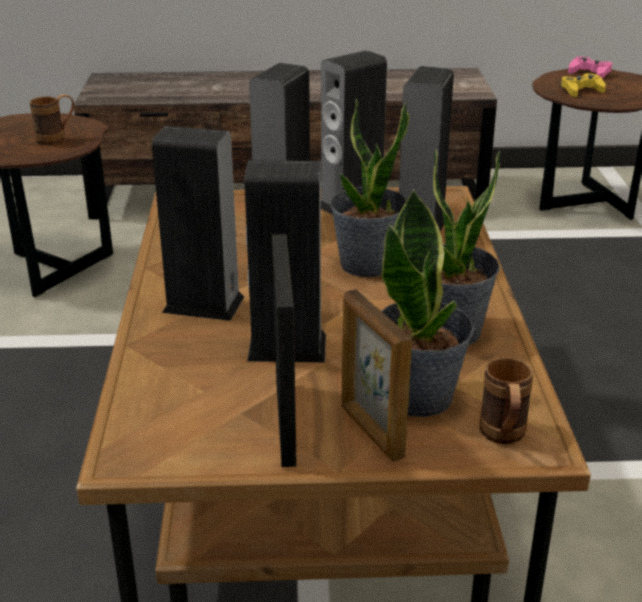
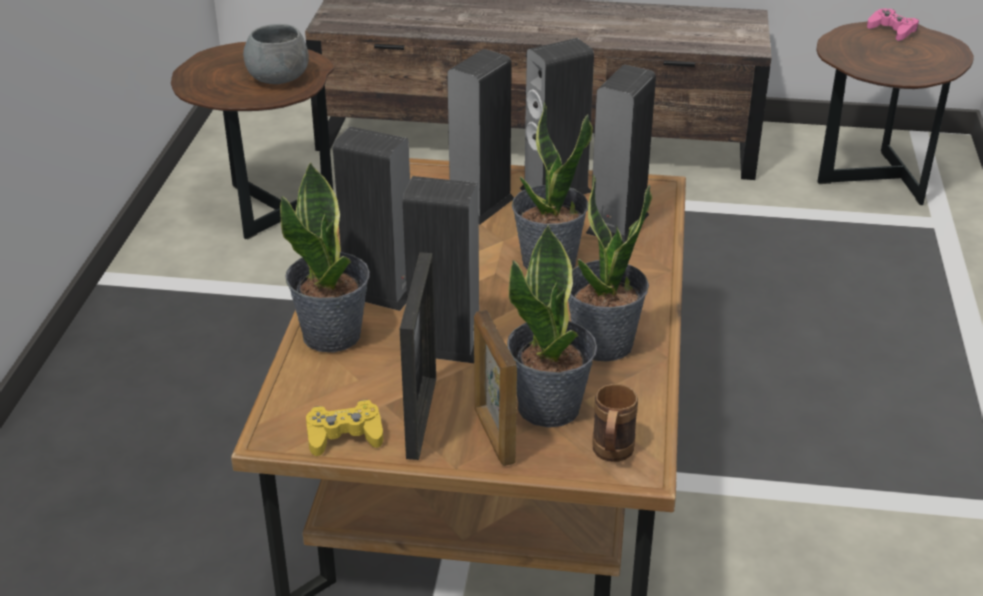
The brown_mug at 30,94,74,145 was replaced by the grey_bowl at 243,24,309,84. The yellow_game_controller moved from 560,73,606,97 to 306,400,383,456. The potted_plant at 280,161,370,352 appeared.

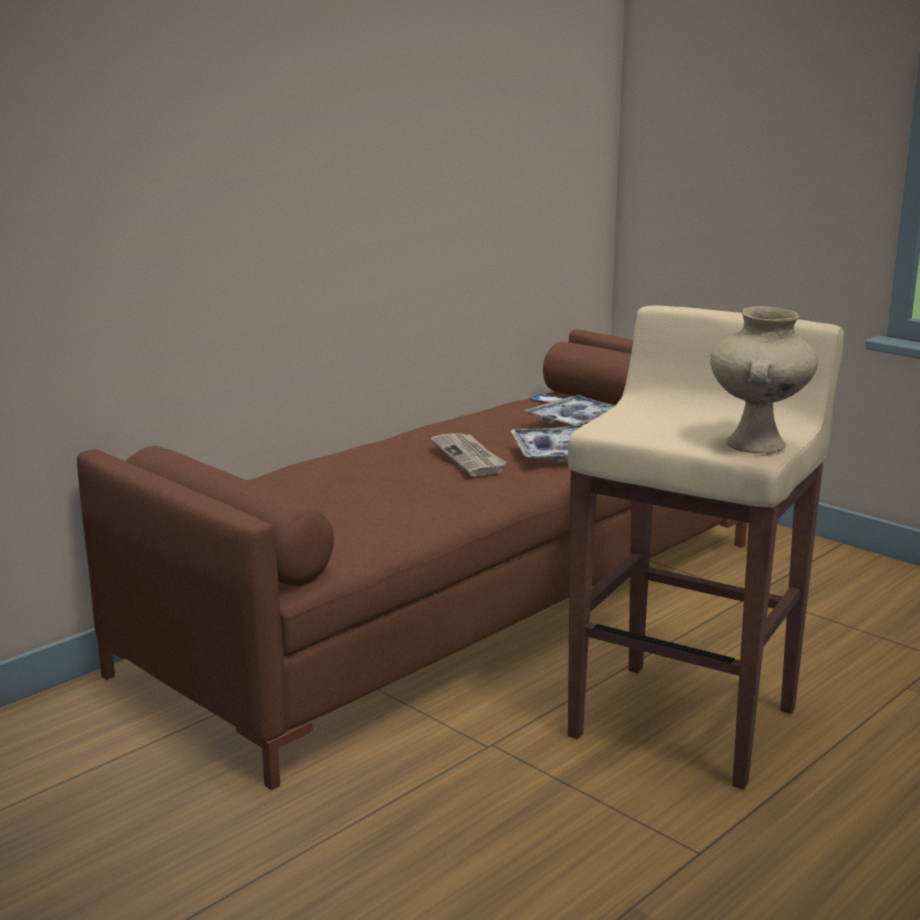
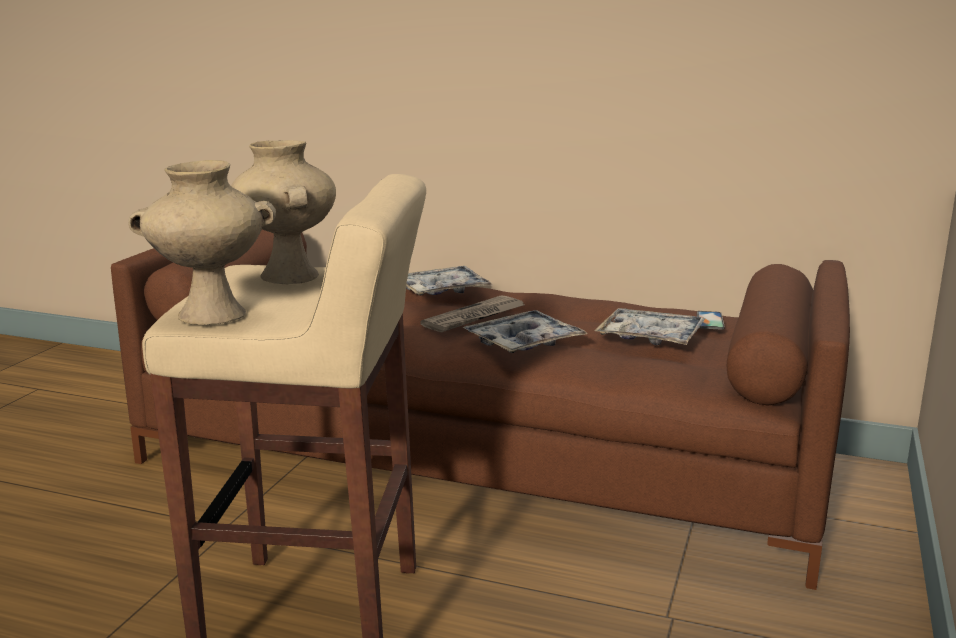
The beige_vase at 231,140,336,284 appeared. The tray at 406,266,492,296 appeared.

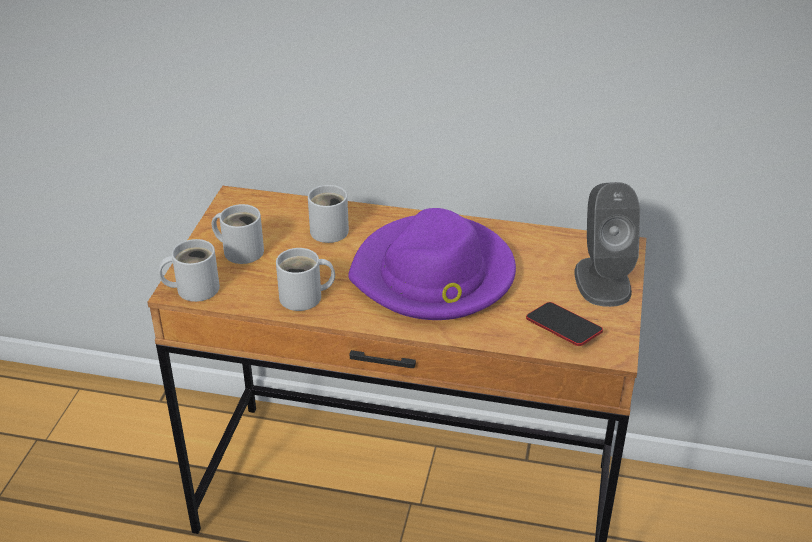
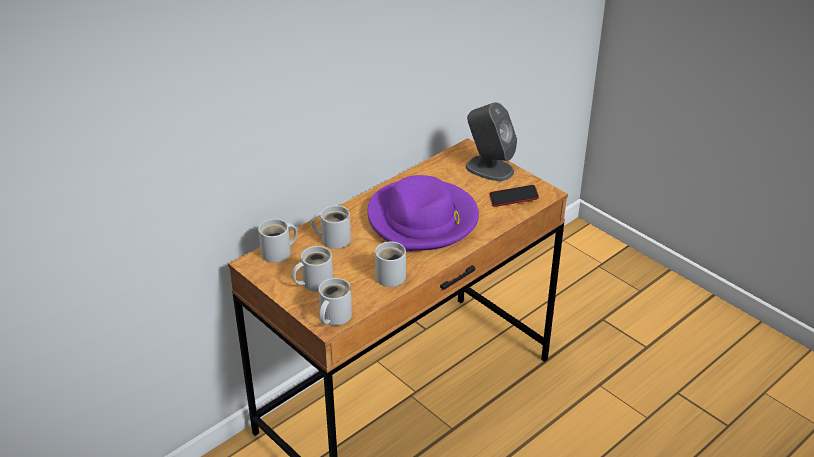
The white_mug at 258,219,297,263 appeared.

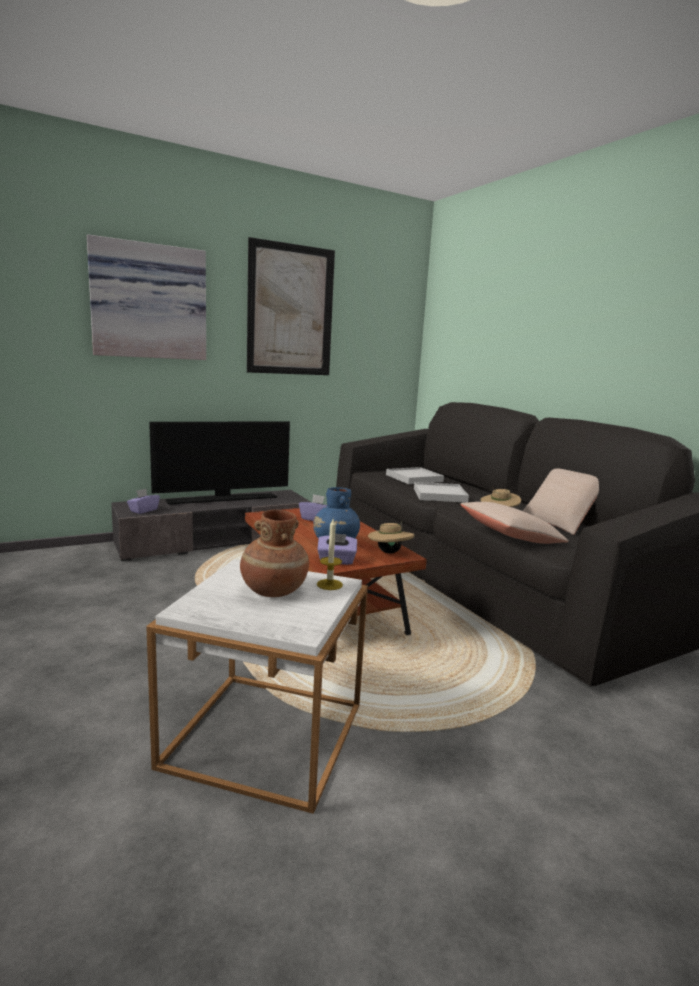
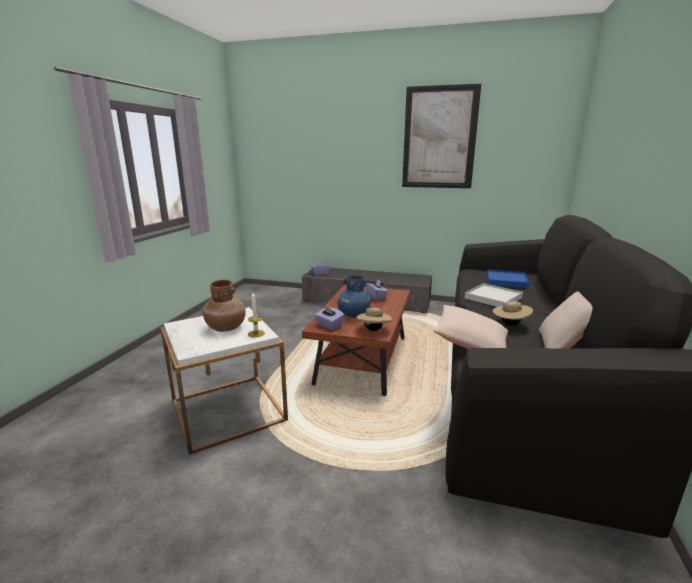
The picture at 87,234,206,360 disappeared. The television at 149,422,290,505 disappeared. The white_tray at 386,467,444,484 became the blue_tray at 487,270,529,288.

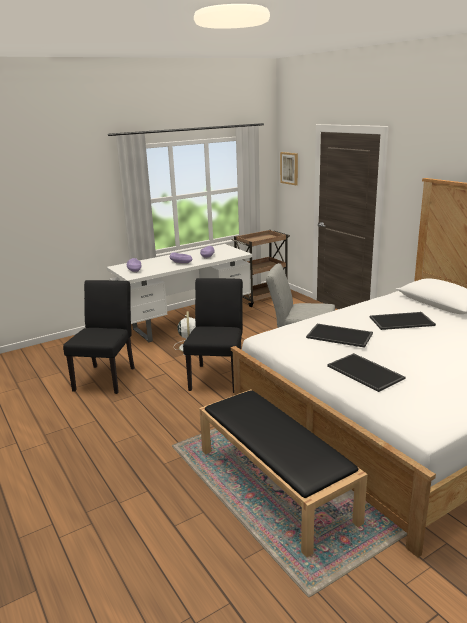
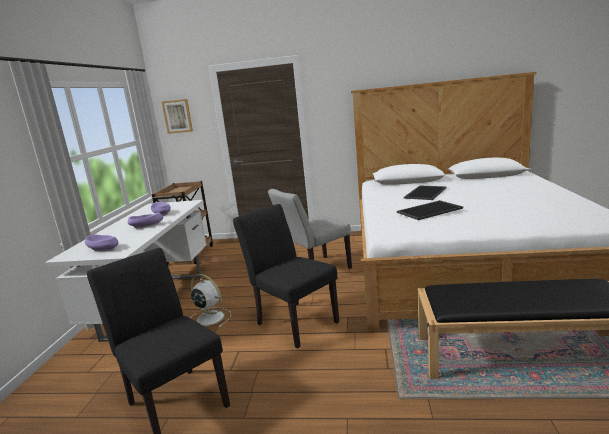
The tray at 327,353,406,392 disappeared.

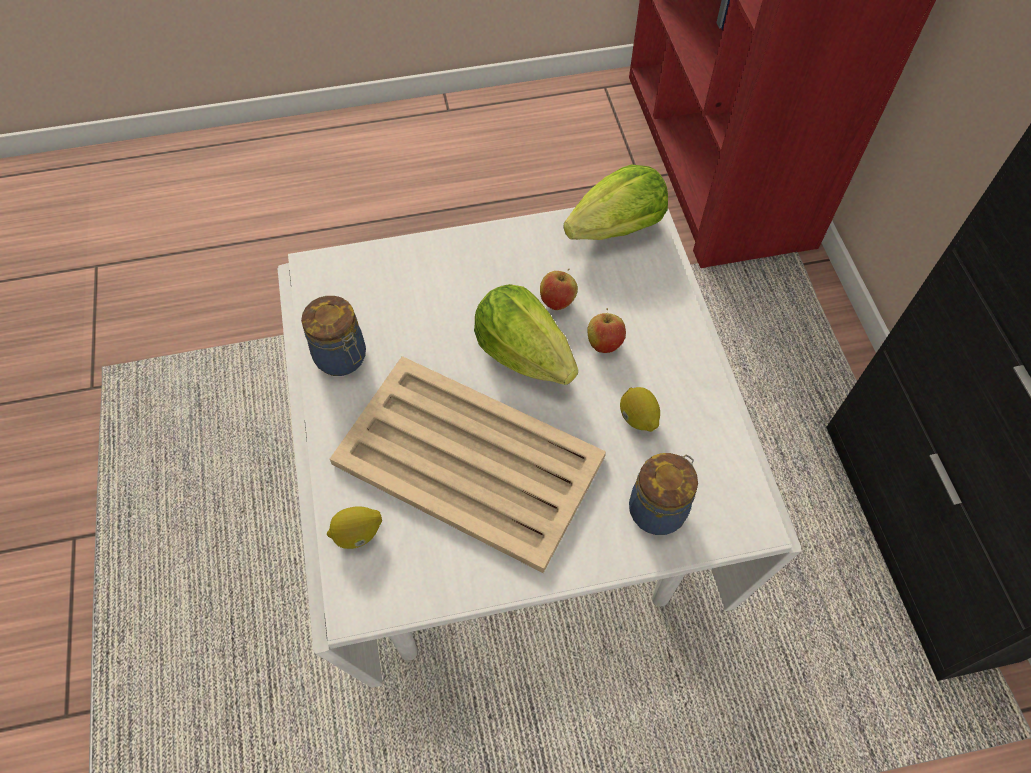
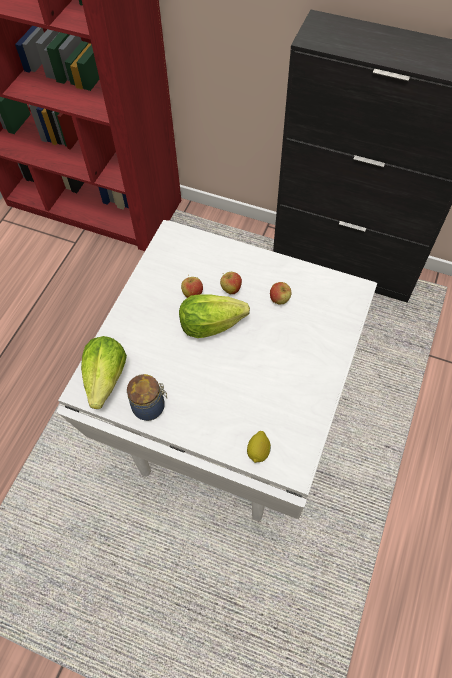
The beige_tray at 330,356,606,573 disappeared. The lettuce moved from 563,165,668,240 to 81,336,127,409. The lemon at 620,387,660,432 was replaced by the apple at 270,282,291,304. The jar at 629,453,698,535 disappeared.

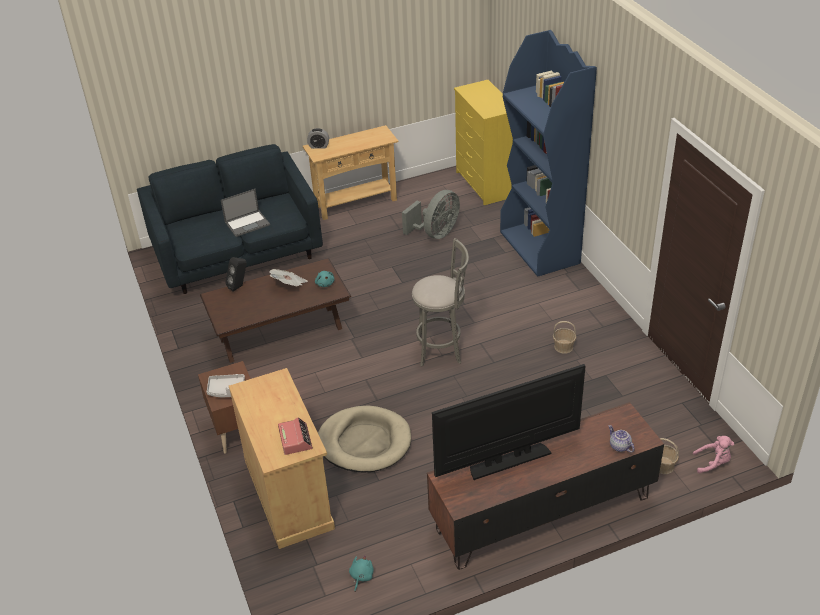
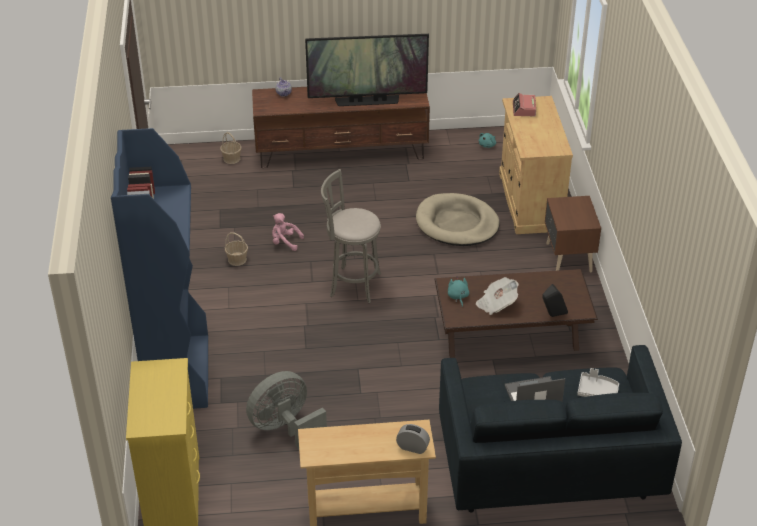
The grey_tray moved from 207,374,245,397 to 577,368,619,397. The pink_plush_toy moved from 693,436,734,474 to 272,213,304,251.

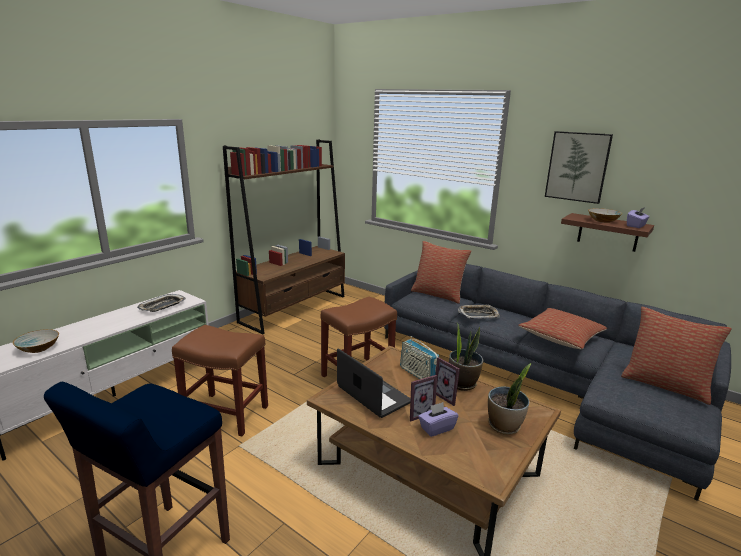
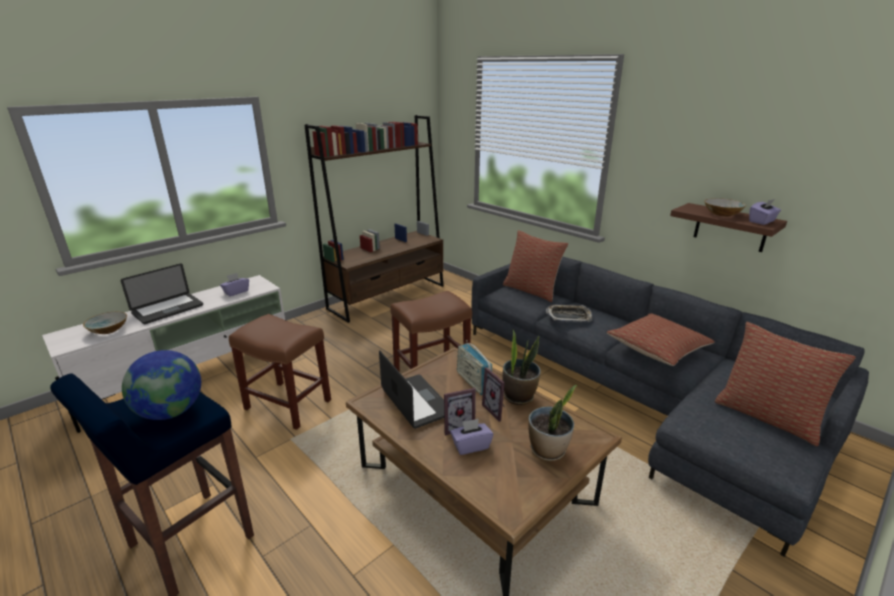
The tray at 137,294,186,312 was replaced by the purple_tissue_box at 220,273,249,296. The picture at 545,131,613,204 disappeared. The laptop at 120,263,203,324 appeared. The globe at 122,350,201,420 appeared.

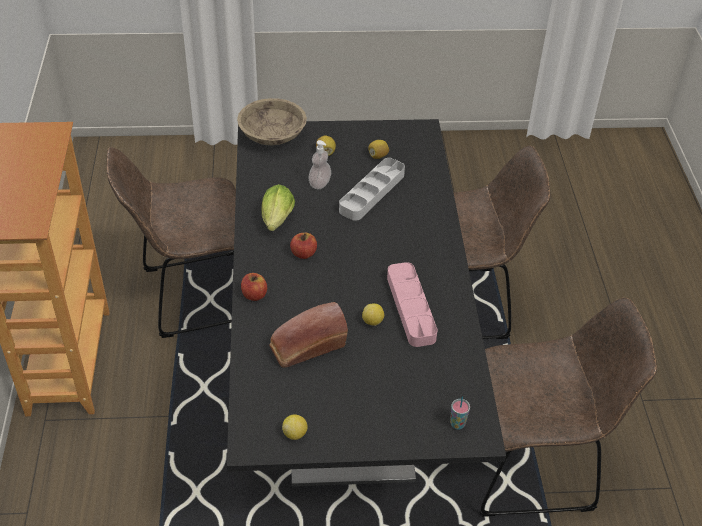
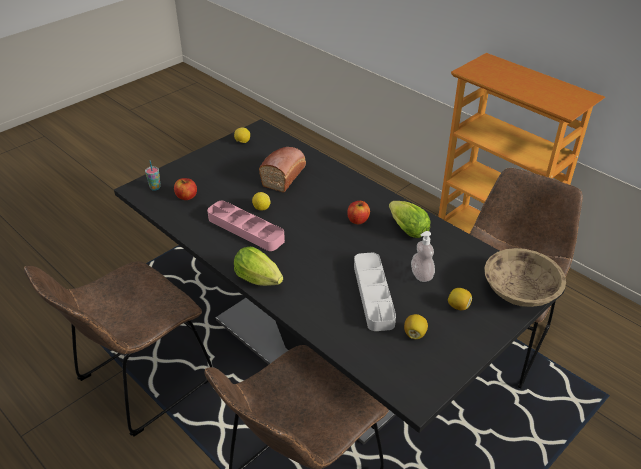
The apple moved from 241,273,267,301 to 174,178,197,200. The lettuce at 234,247,283,286 appeared.

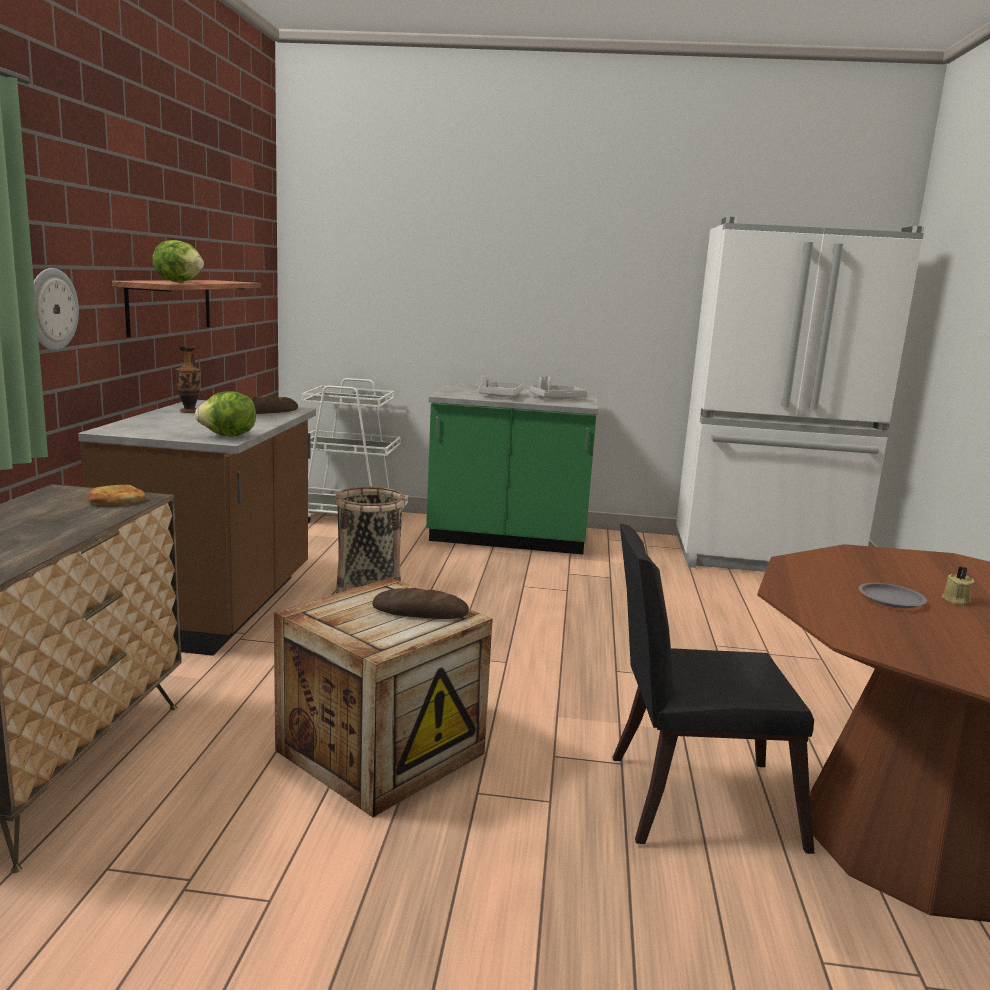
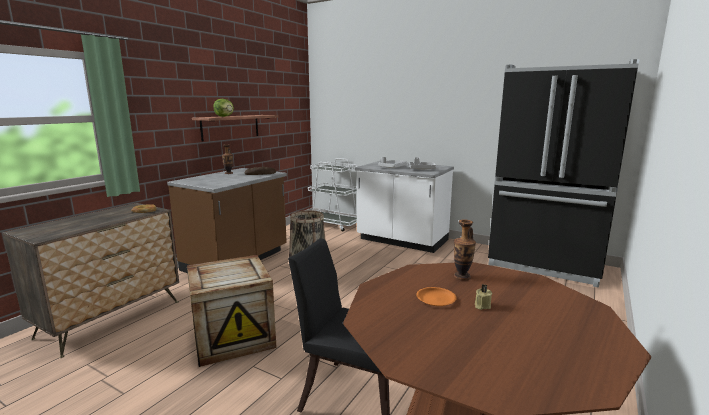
The wall_clock at 34,268,79,350 disappeared. The lettuce at 195,391,256,437 disappeared. The bread at 372,588,469,619 disappeared. The green_counter at 426,383,598,554 became the white_counter at 355,161,454,253. The white_fridge at 676,217,924,572 became the black_fridge at 488,59,639,288. The grey_plate at 858,583,927,608 became the orange_plate at 416,287,457,306. The vase at 454,219,476,280 appeared.

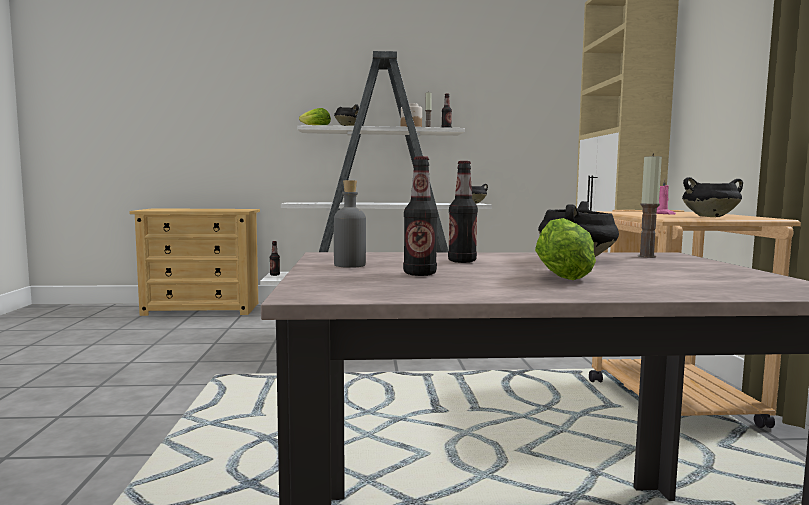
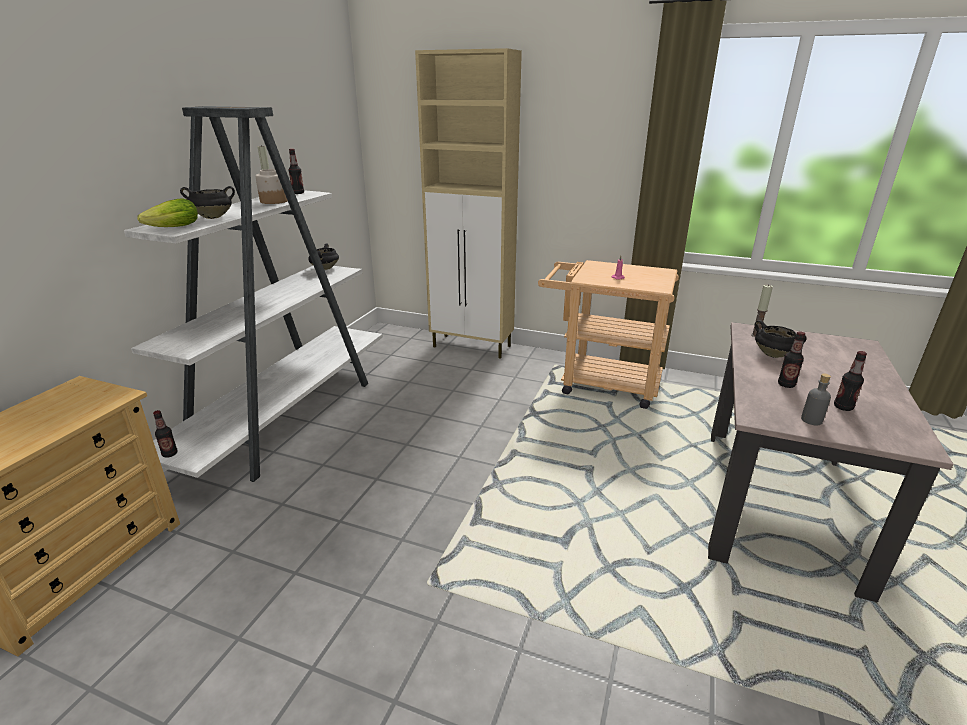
The lettuce at 535,218,596,280 disappeared. The black_cooking_pot at 682,177,743,217 disappeared.

